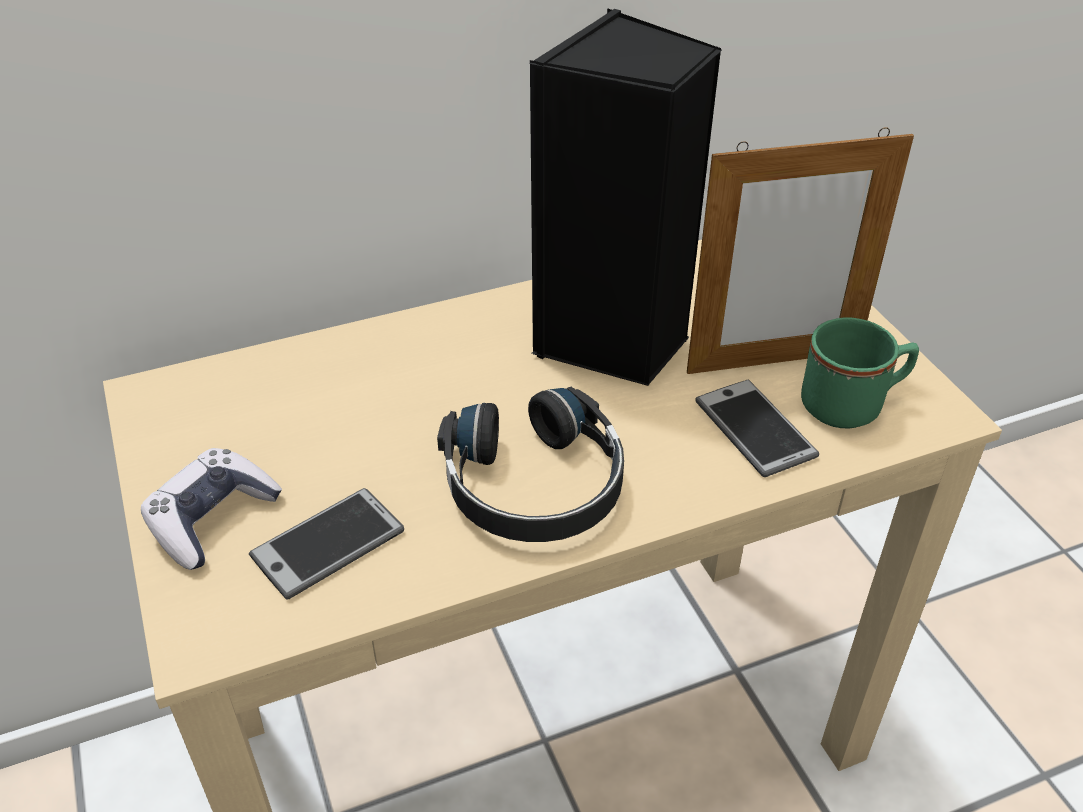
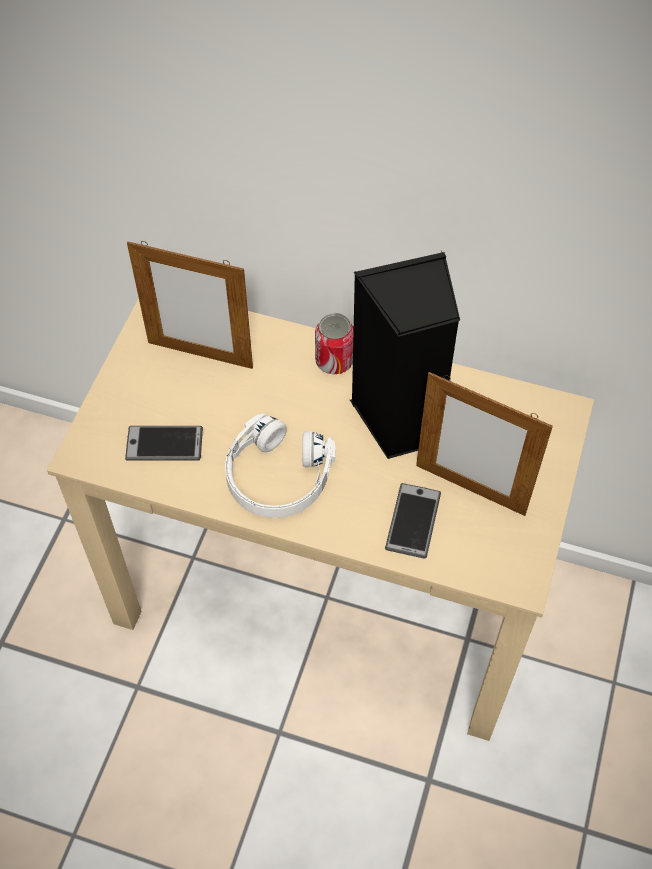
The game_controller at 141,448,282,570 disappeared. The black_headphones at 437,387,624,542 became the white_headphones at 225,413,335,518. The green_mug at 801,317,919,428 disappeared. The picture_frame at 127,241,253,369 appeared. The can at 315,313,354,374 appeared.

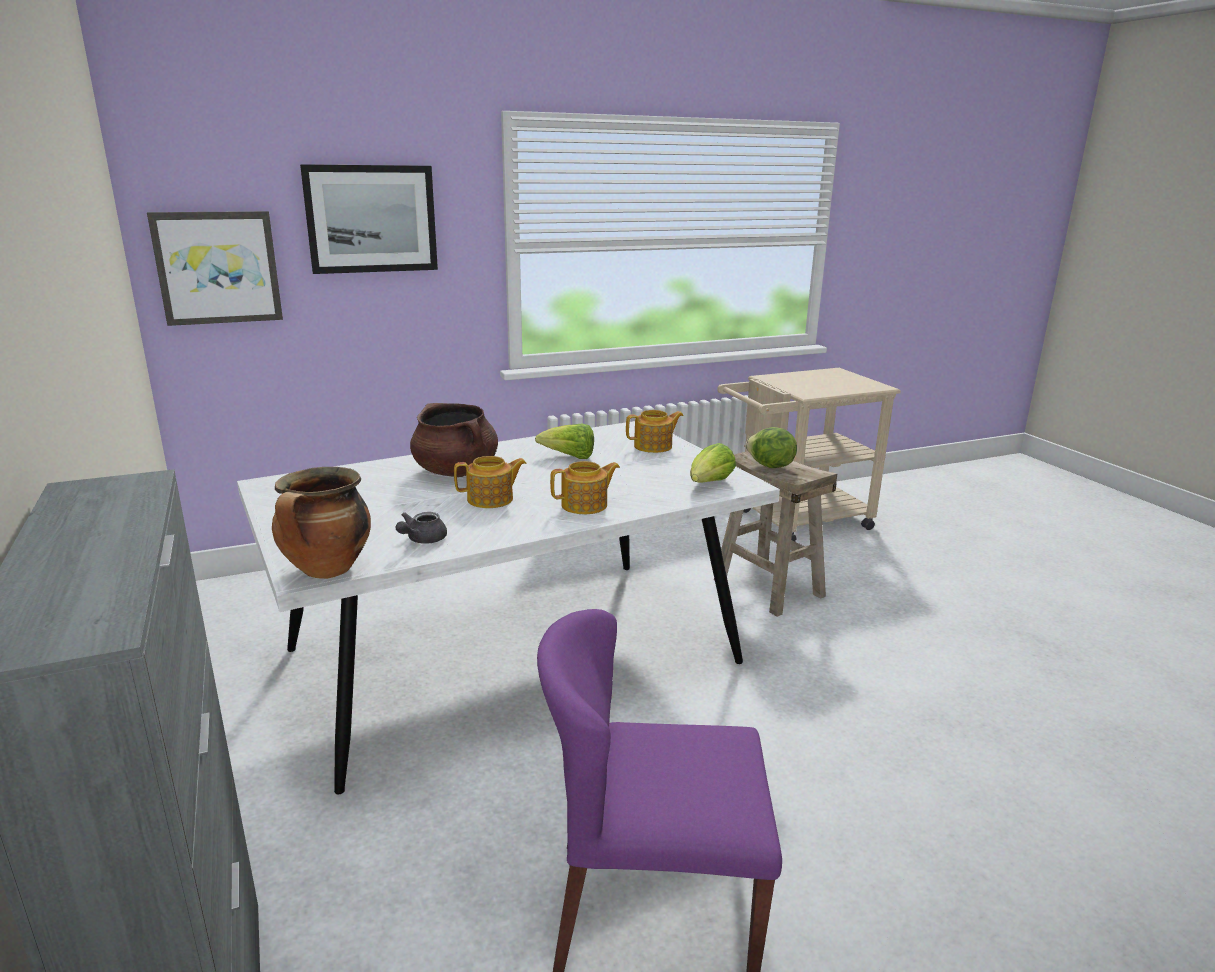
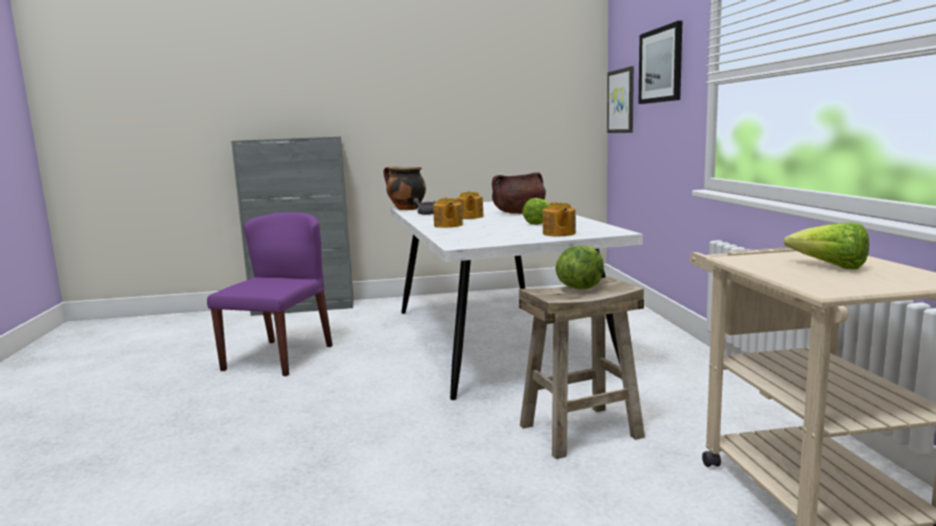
The lettuce moved from 690,443,736,483 to 784,222,869,269.

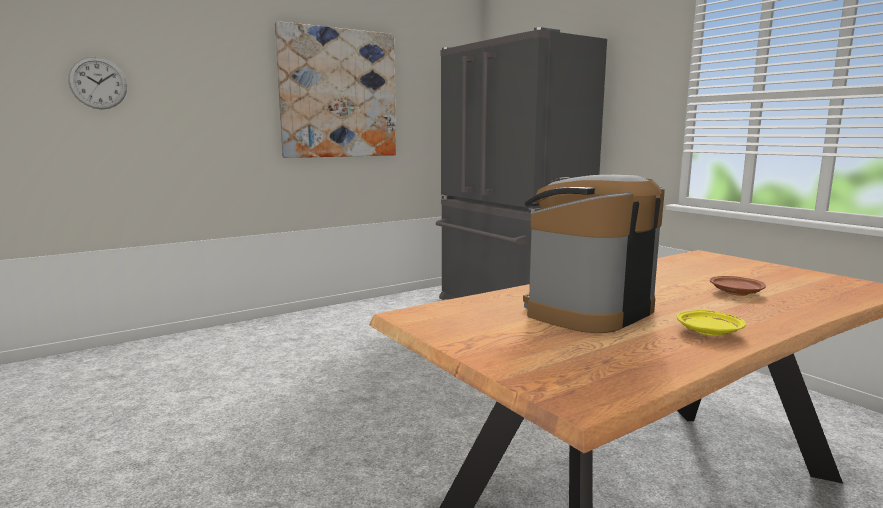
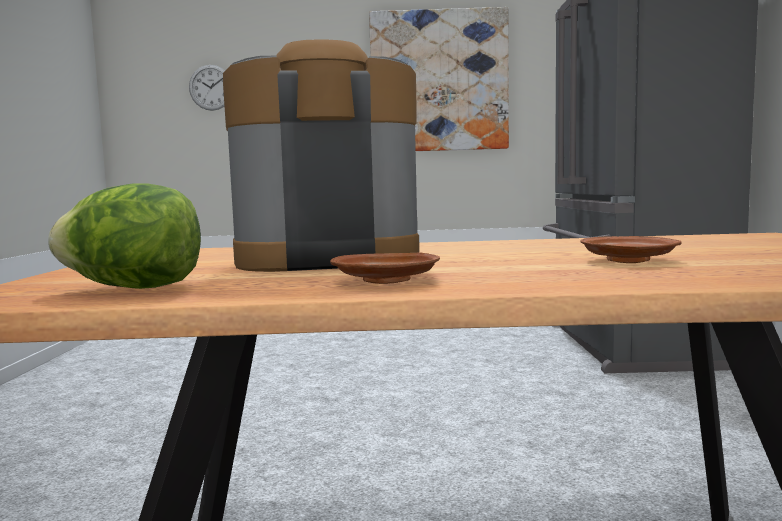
The yellow_plate at 677,310,746,336 became the brown_plate at 330,253,440,284. The lettuce at 48,183,201,289 appeared.

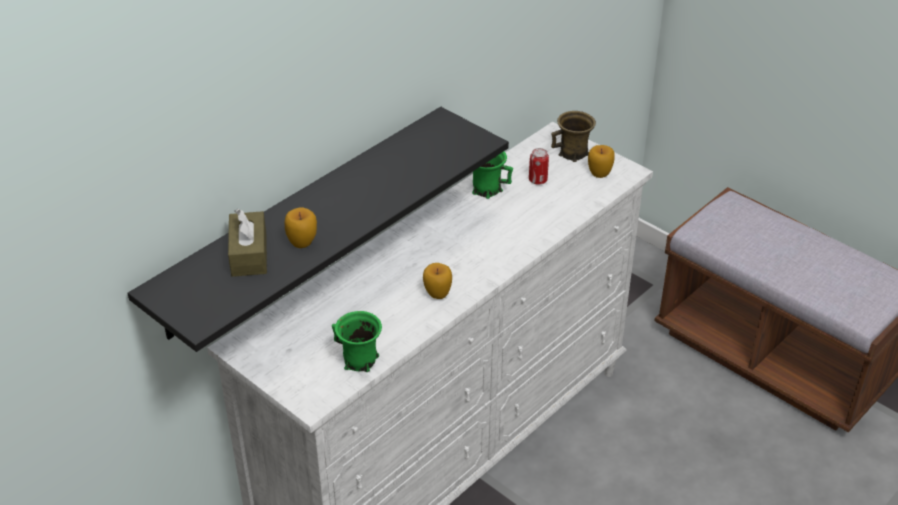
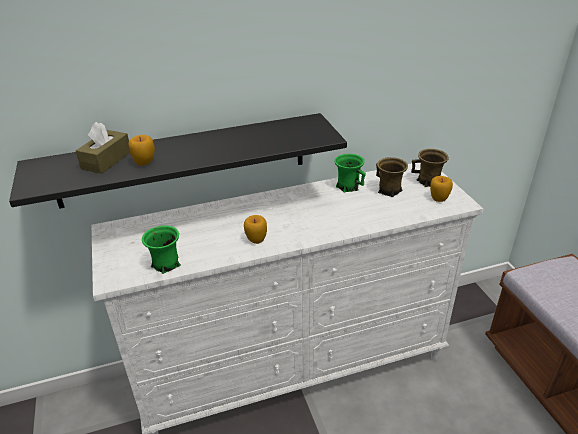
The can at 529,148,549,185 was replaced by the brown_mug at 376,157,408,197.

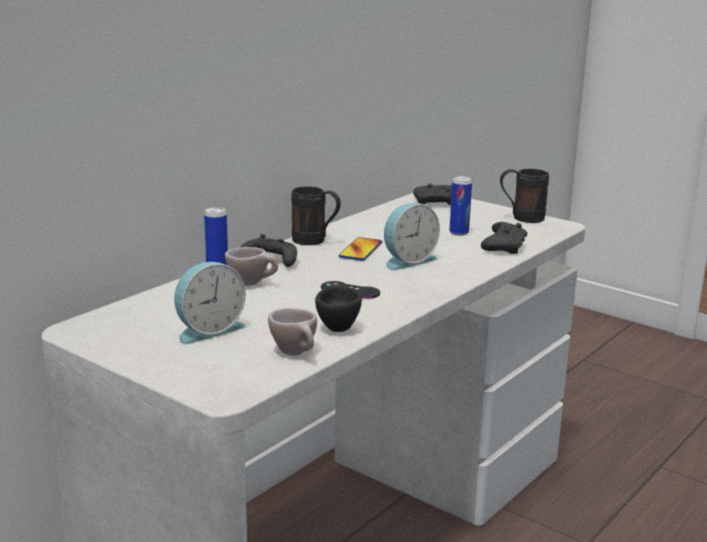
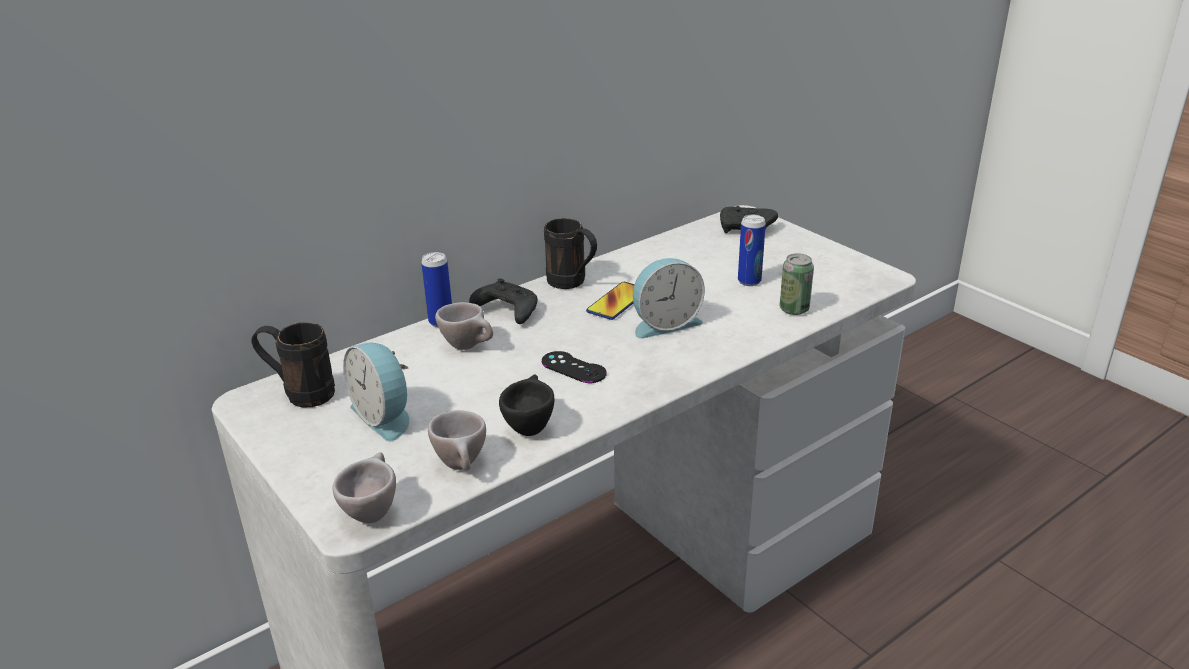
The alarm_clock at 174,262,246,344 turned 75 degrees clockwise. The black_game_controller at 481,222,527,254 was replaced by the can at 779,253,814,315. The black_mug moved from 500,169,549,223 to 251,322,335,408. The beige_cup at 332,452,396,523 appeared.

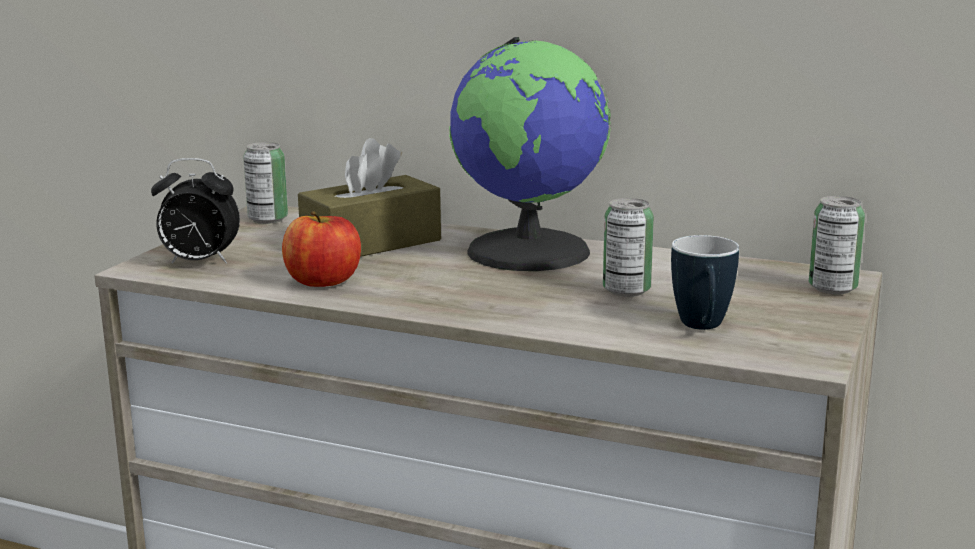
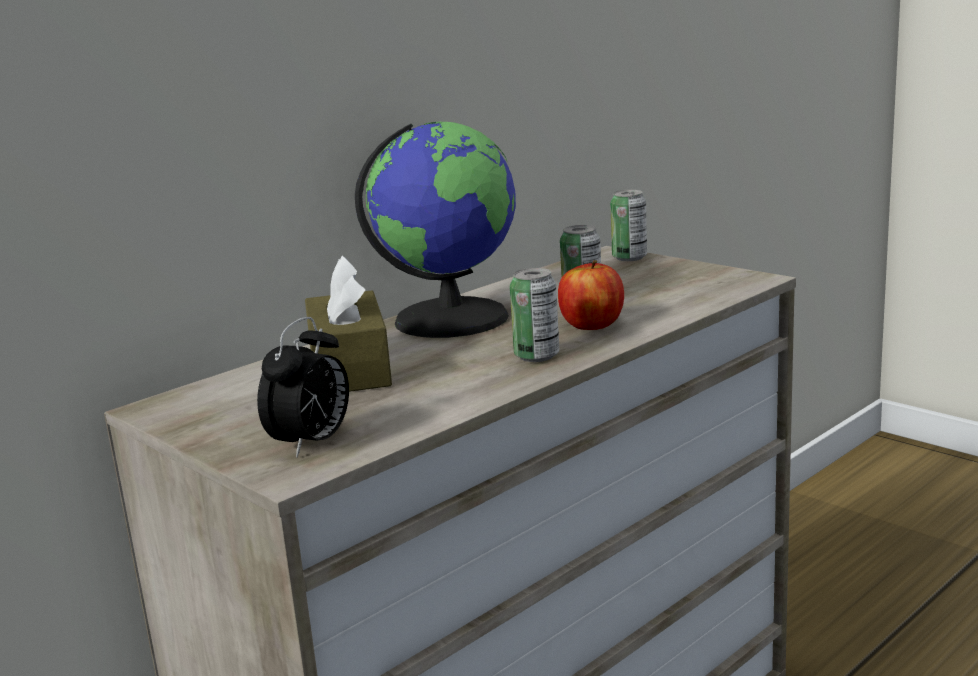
The can moved from 243,142,288,224 to 510,268,559,362. The apple moved from 282,211,361,287 to 558,260,624,330. The mug at 671,235,739,330 disappeared.

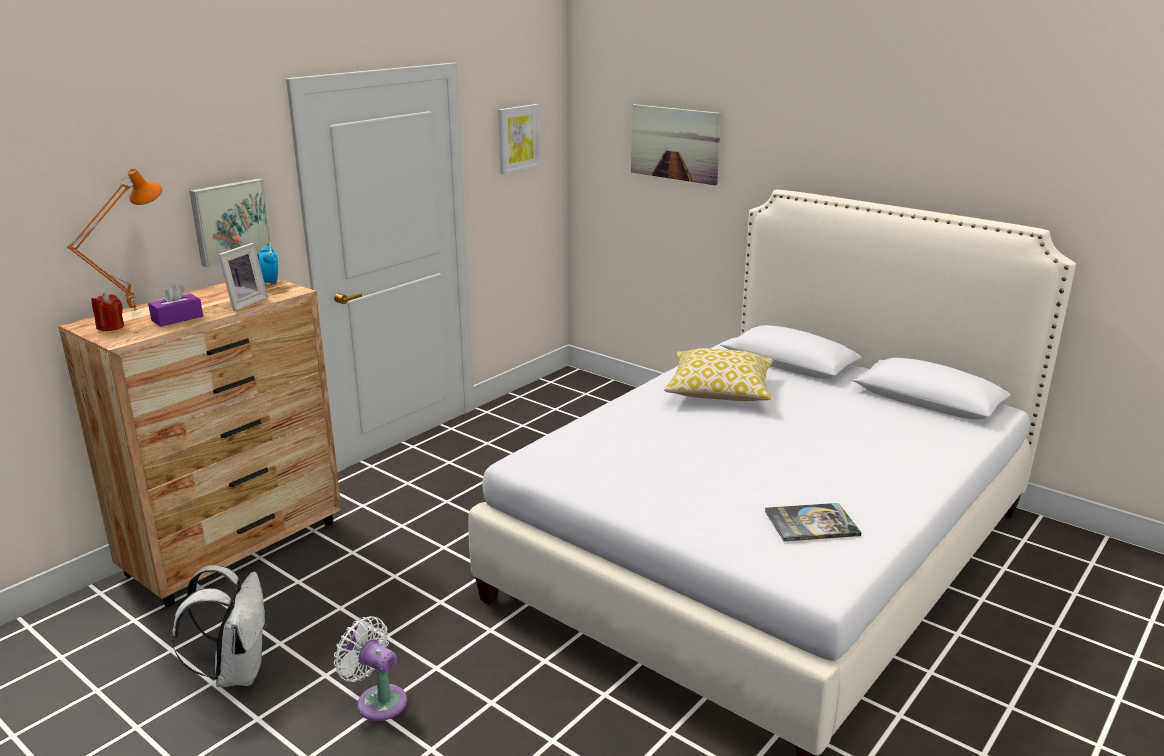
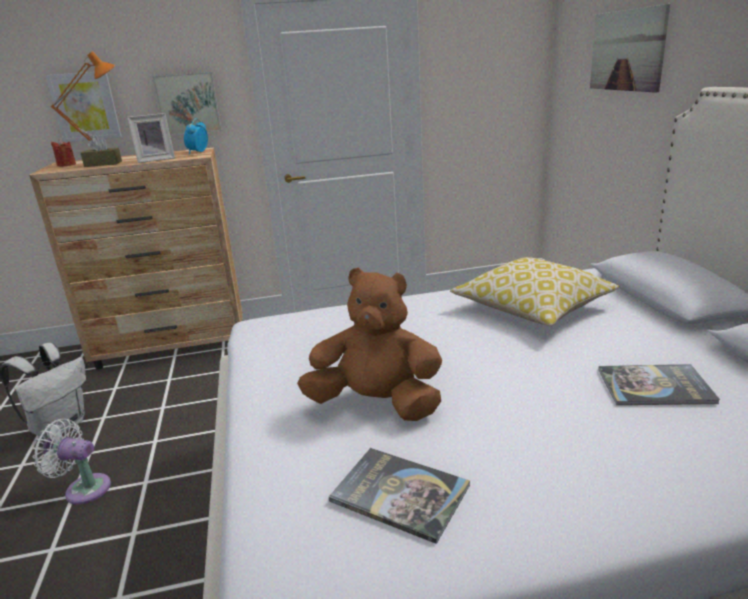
The purple_tissue_box at 148,283,203,326 became the brown_tissue_box at 81,136,122,167. The white_fan at 334,616,407,721 turned 60 degrees counterclockwise. The picture moved from 498,104,540,175 to 45,72,122,142. The brown_plush_toy at 297,268,442,421 appeared. The book at 598,364,720,405 appeared.

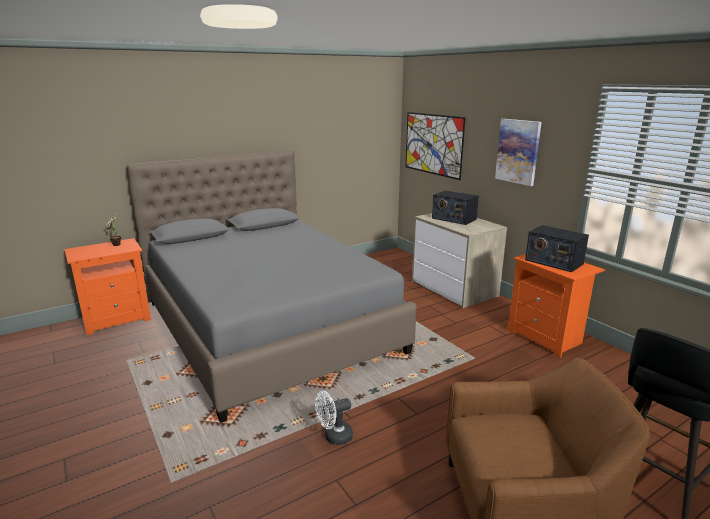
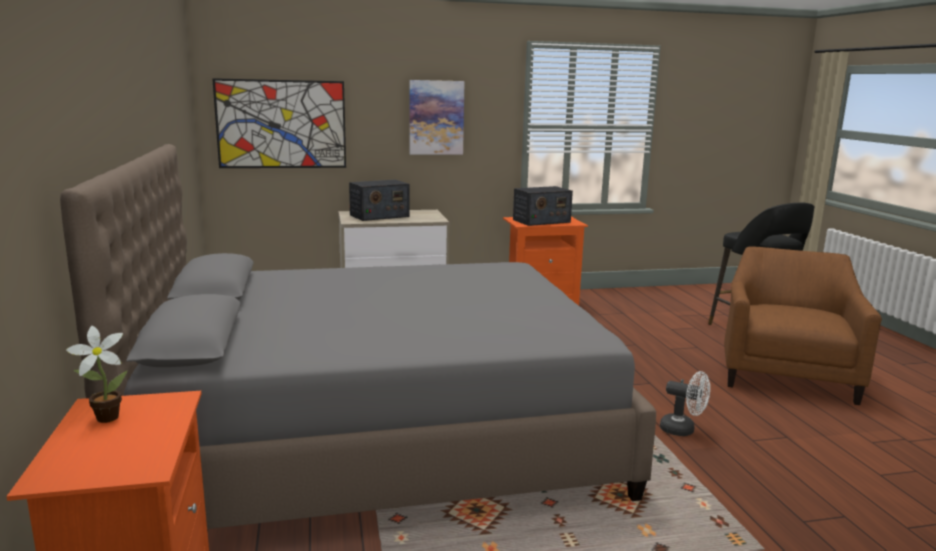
The white_fan at 315,390,353,445 turned 60 degrees counterclockwise.

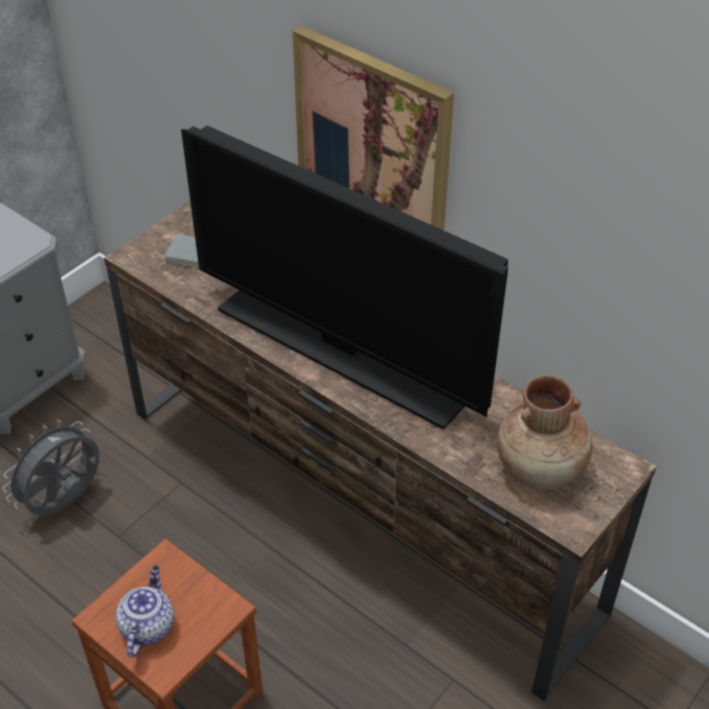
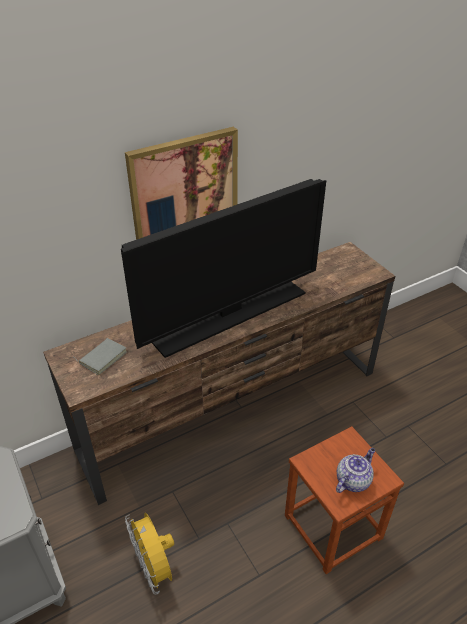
The grey_fan at 3,420,100,516 became the yellow_fan at 125,513,174,595. The teapot at 116,566,174,657 turned 105 degrees clockwise. The brown_vase at 497,375,592,490 disappeared.

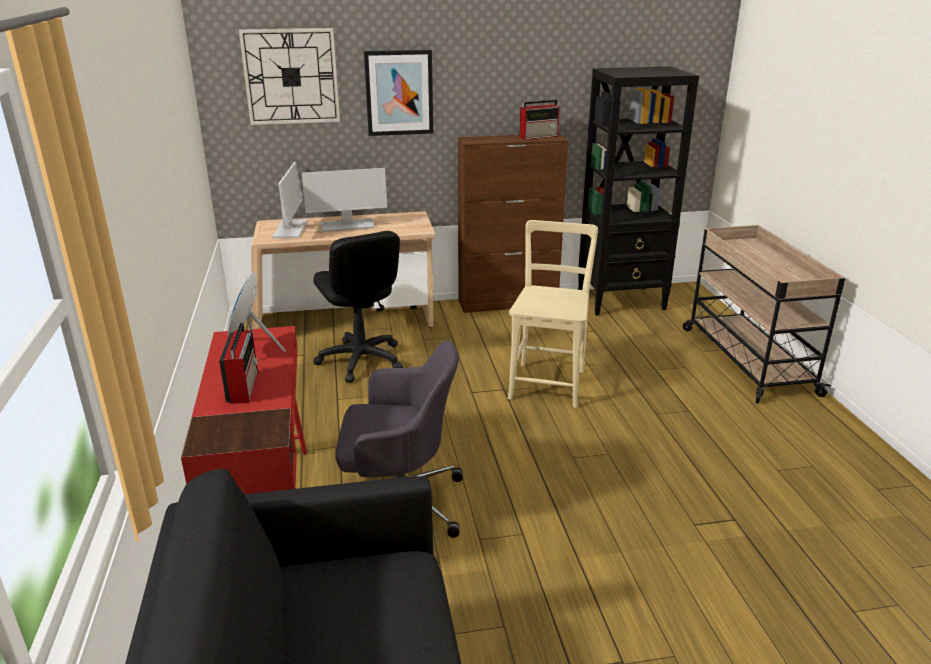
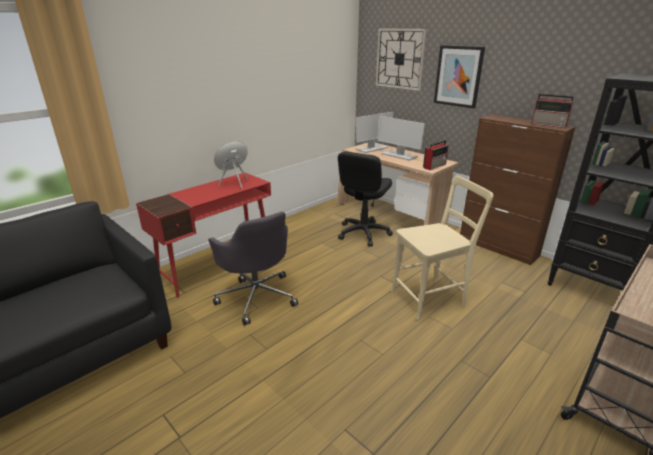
The radio moved from 219,323,258,404 to 423,140,449,170.

